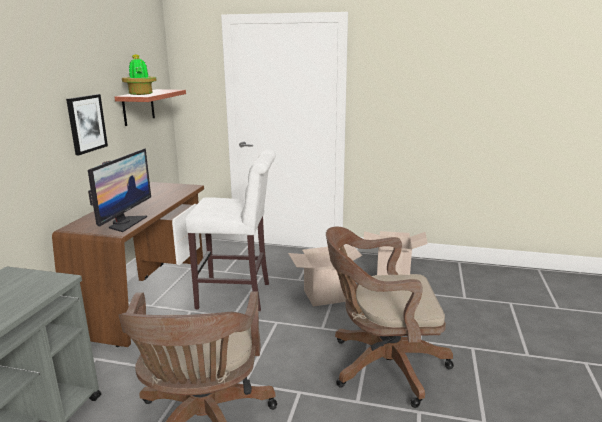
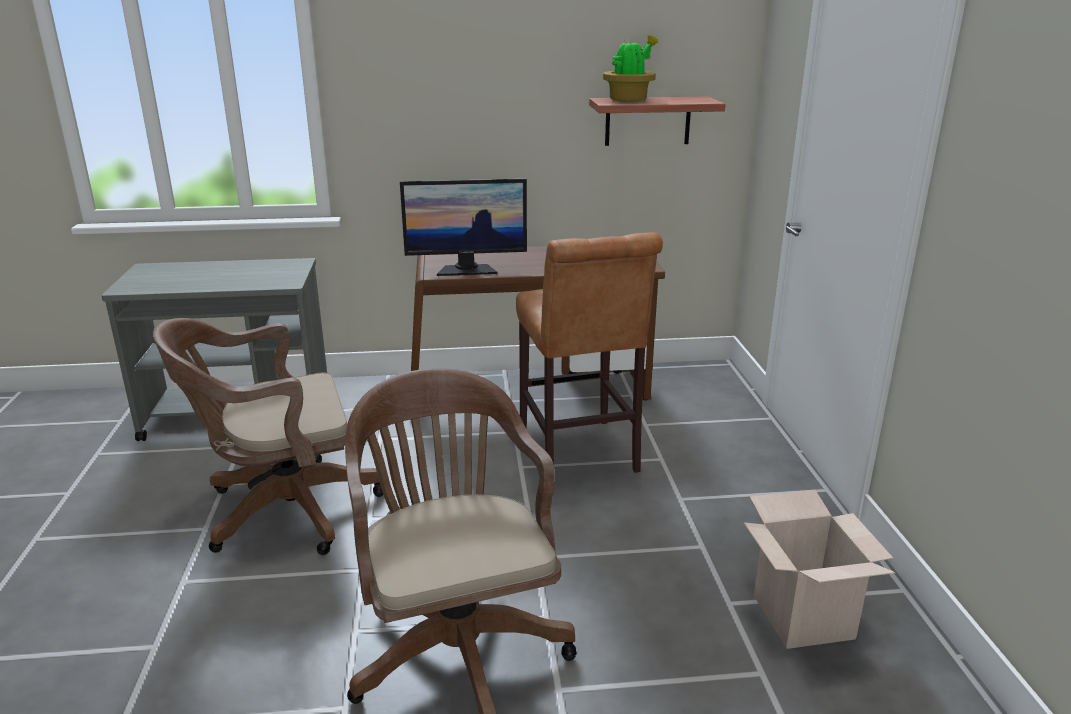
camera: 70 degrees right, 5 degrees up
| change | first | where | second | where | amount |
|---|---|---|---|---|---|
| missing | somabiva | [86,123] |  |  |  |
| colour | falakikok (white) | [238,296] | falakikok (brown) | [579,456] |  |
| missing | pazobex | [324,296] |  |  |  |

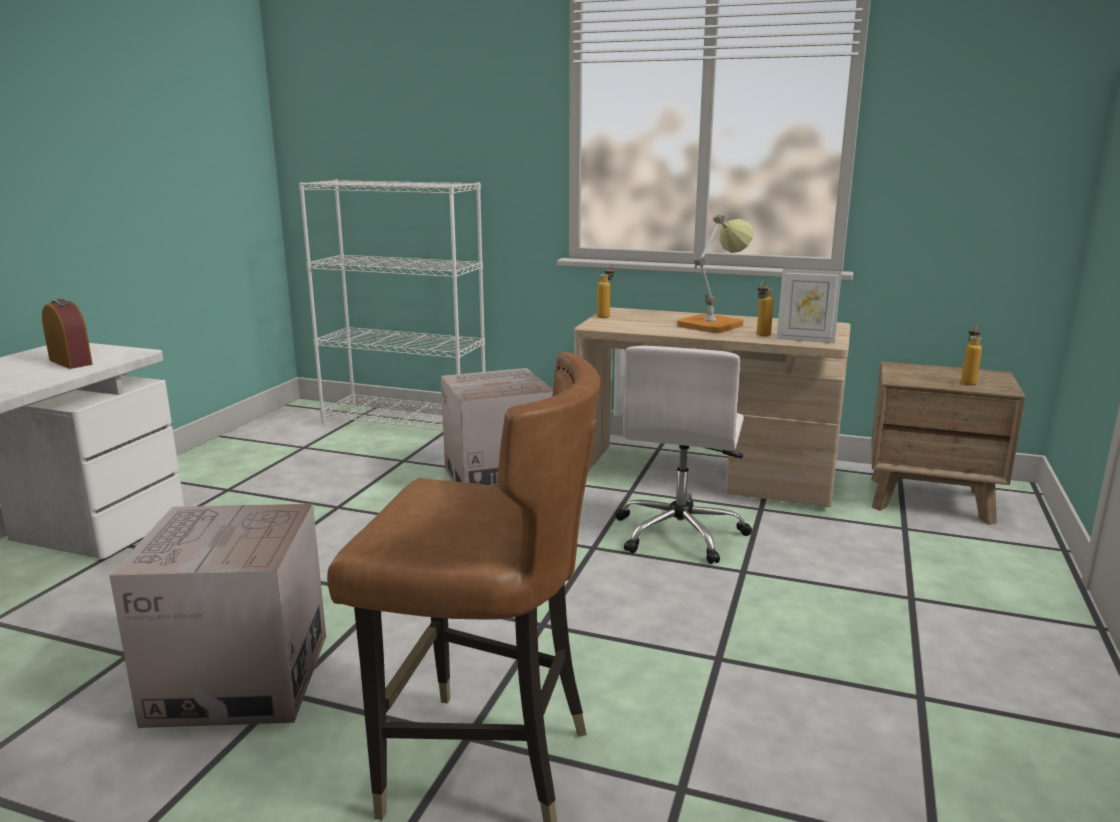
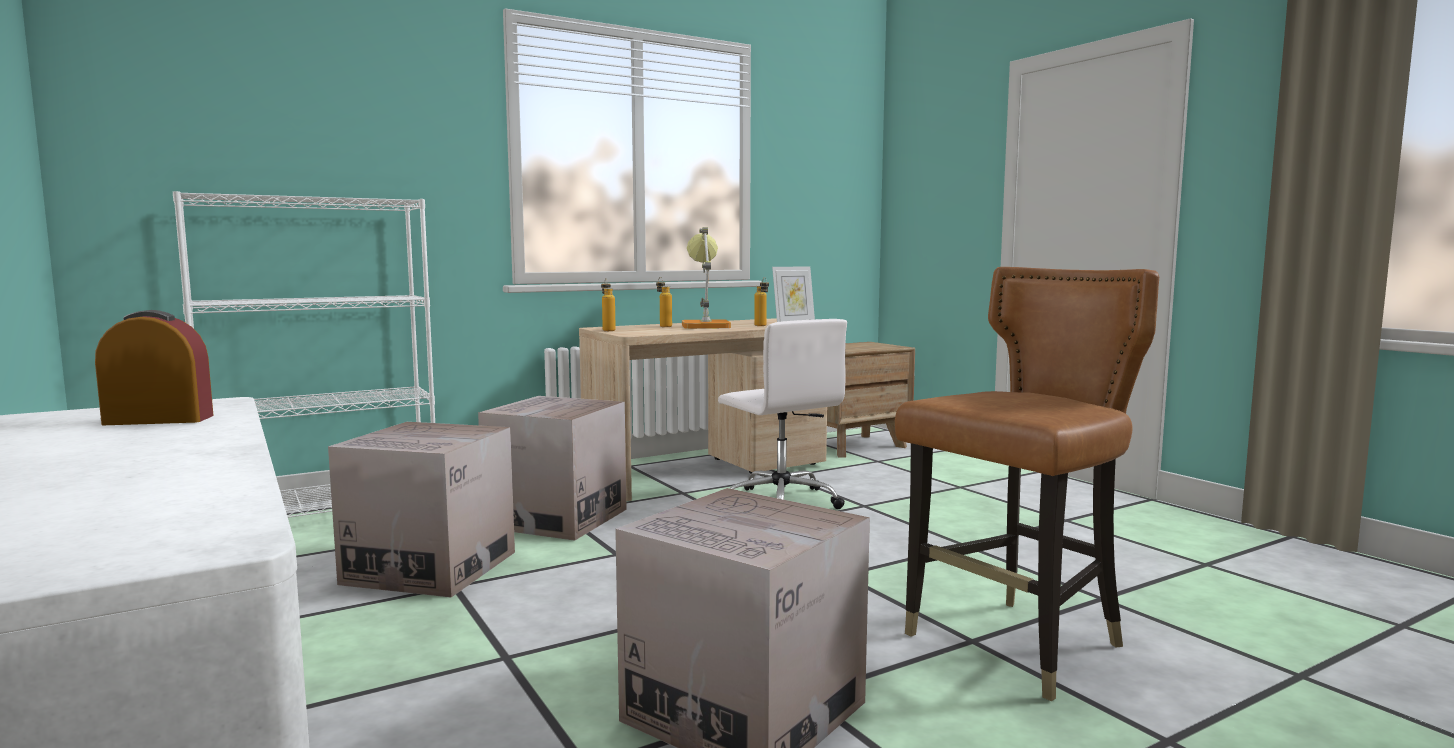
camera: 50 degrees left, 10 degrees down
| change | first | where | second | where | amount |
|---|---|---|---|---|---|
| relocated | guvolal | [967,382] |  | [663,326] |  |
| appeared |  |  | pazobex | [430,568] |  |

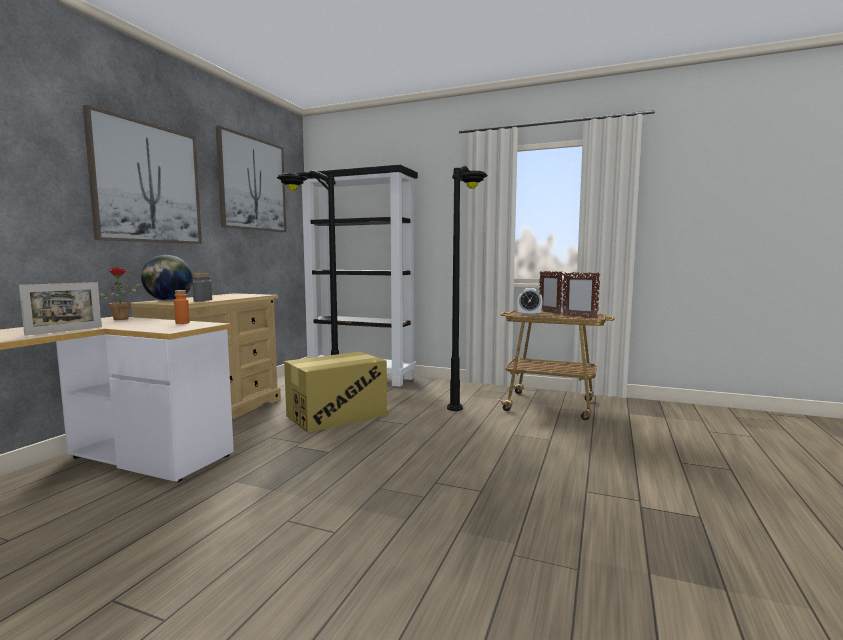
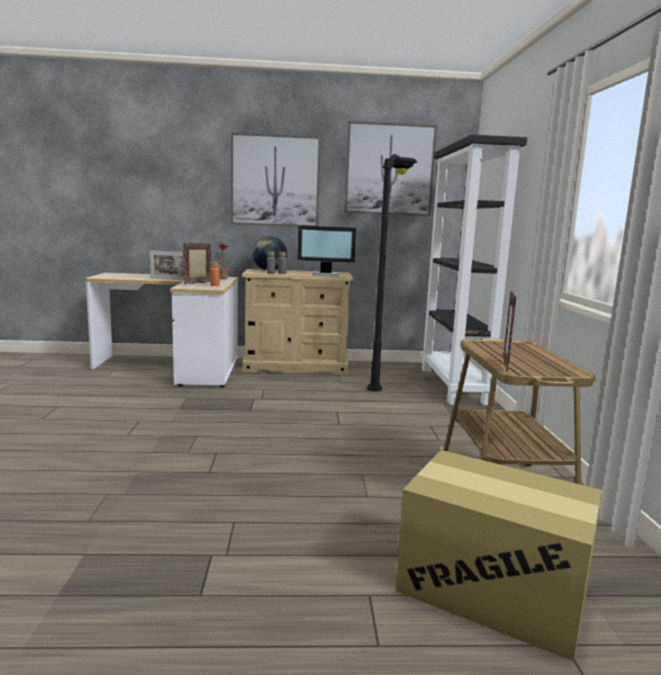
camera: 65 degrees right, 5 degrees up
| change | first | where | second | where | amount |
|---|---|---|---|---|---|
| missing | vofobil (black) | [465,395] |  |  |  |
| relocated | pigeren | [549,312] |  | [198,283] |  |
| missing | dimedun | [529,315] |  |  |  |
| relocated | pazobex | [336,415] |  | [491,589] |  |
| appeared |  |  | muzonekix | [326,274] |  |

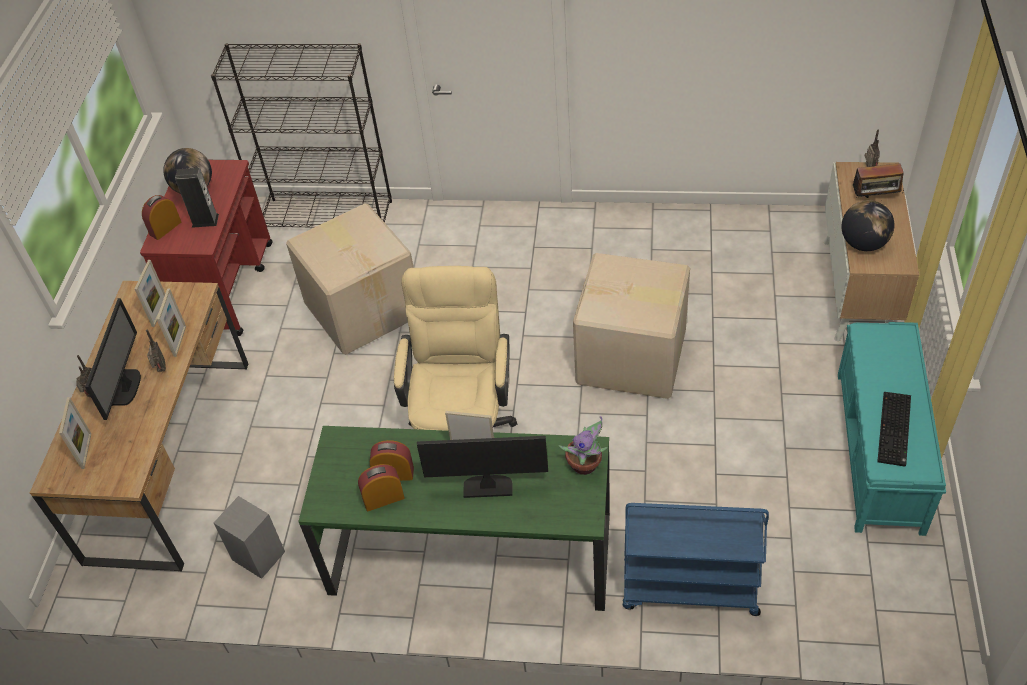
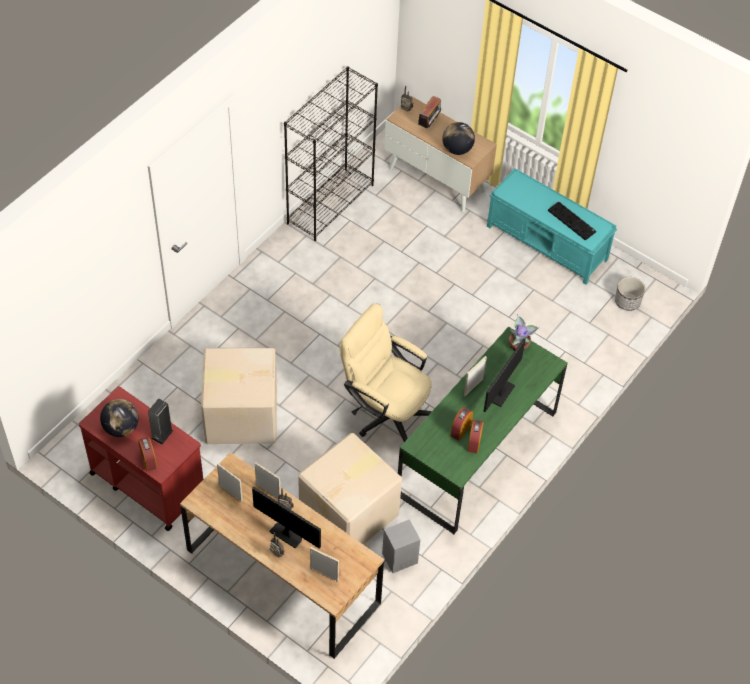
camera: 65 degrees left, 5 degrees up
| change | first | where | second | where | amount |
|---|---|---|---|---|---|
| relocated | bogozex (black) | [328,216] |  | [330,203] |  |
| relocated | pazobex | [632,358] |  | [350,512] |  |
| missing | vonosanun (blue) | [689,588] |  |  |  |
| appeared |  |  | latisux | [627,301] |  |

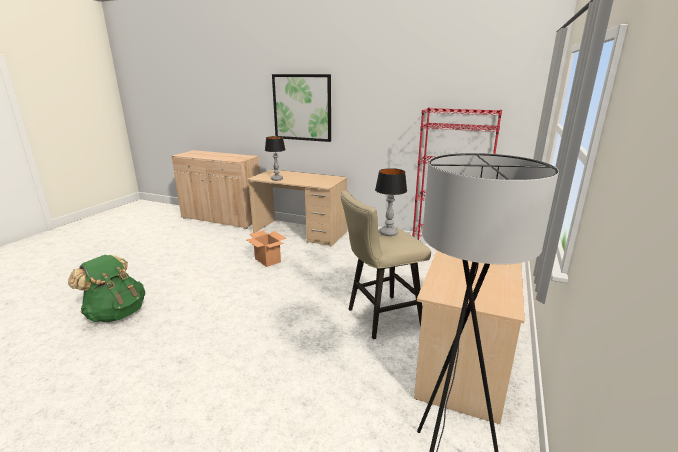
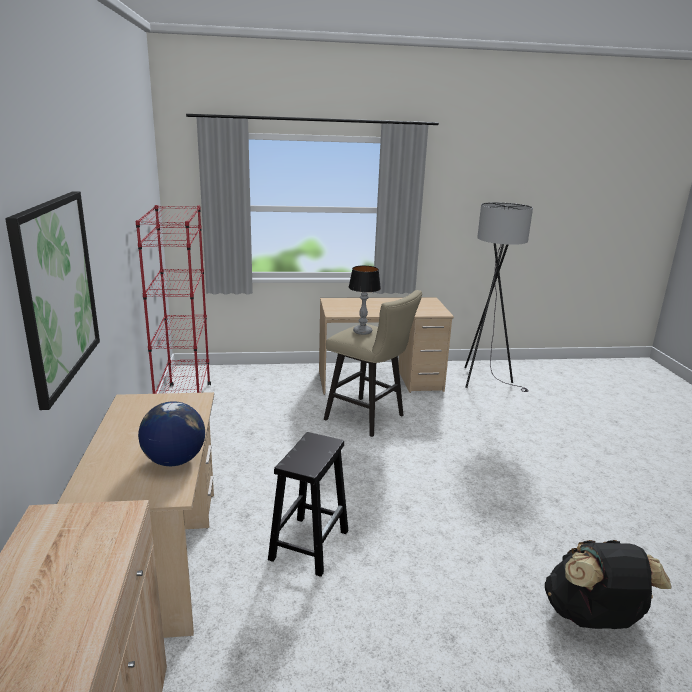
camera: 120 degrees left, 0 degrees up
| change | first | where | second | where | amount |
|---|---|---|---|---|---|
| exchanged | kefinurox | [276,179] | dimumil | [174,461] |  |
| exchanged | pazobex | [268,260] | falakikok (black) | [309,544] |  |
| colour | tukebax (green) | [116,313] | tukebax (black) | [593,618] |  |

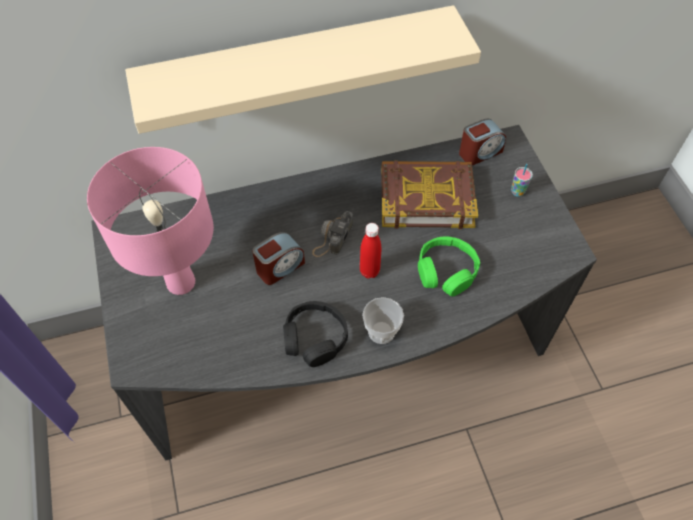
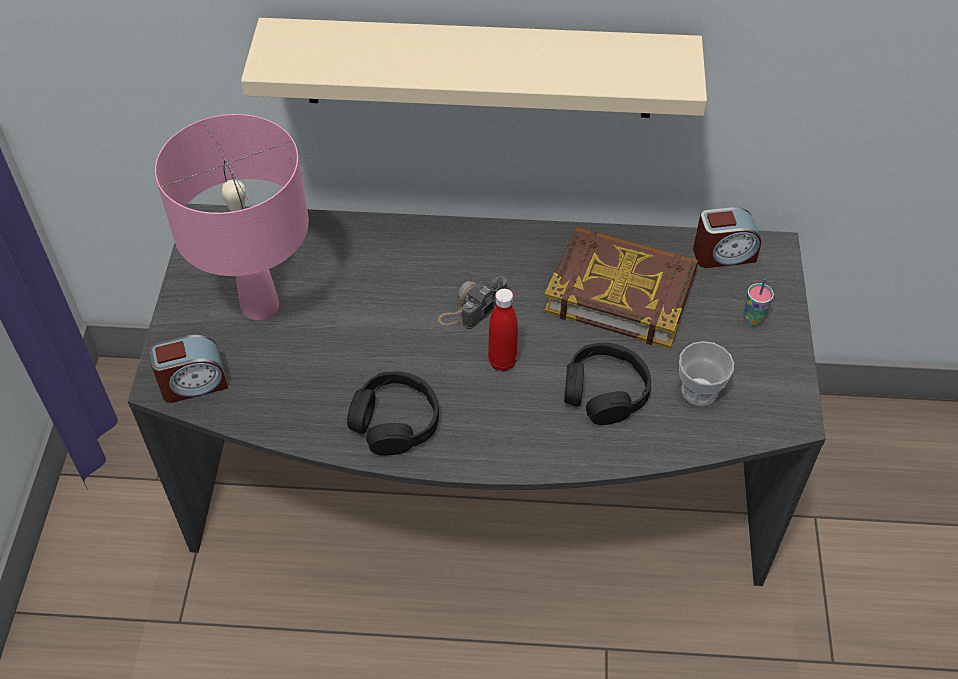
camera: 20 degrees right, 5 degrees down
| change | first | where | second | where | amount |
|---|---|---|---|---|---|
| relocated | dimedun | [280,267] |  | [193,383] |  |
| colour | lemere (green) | [446,271] | lemere (black) | [604,392] |  |
| relocated | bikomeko | [381,331] |  | [699,391] |  |

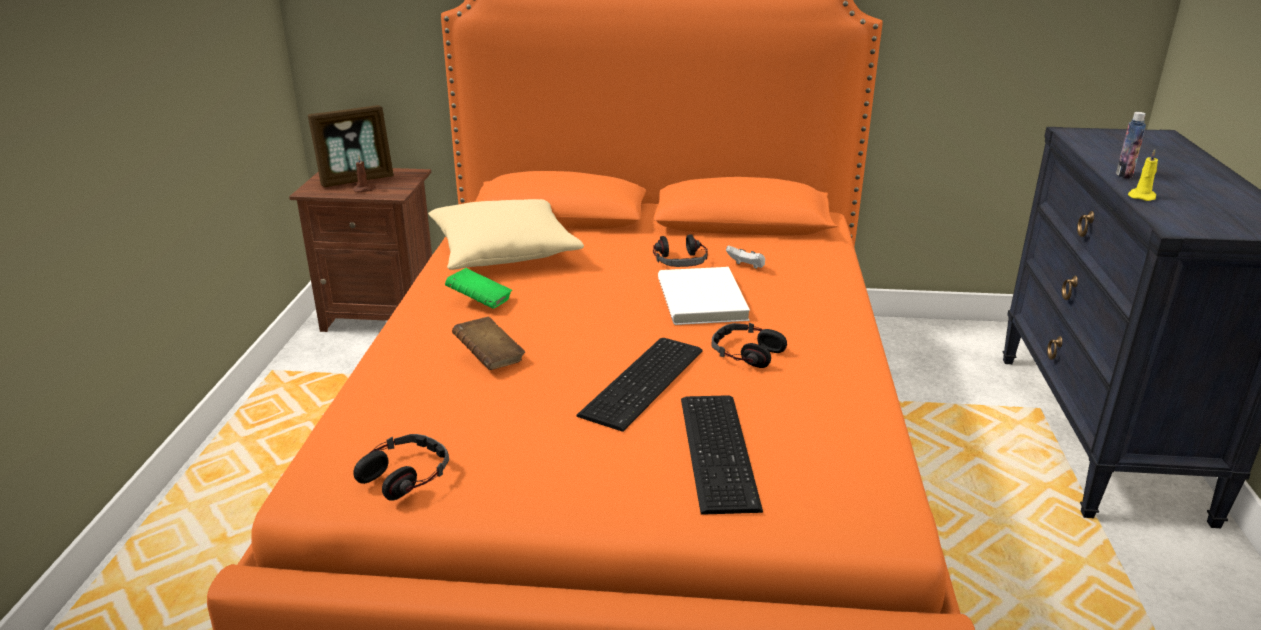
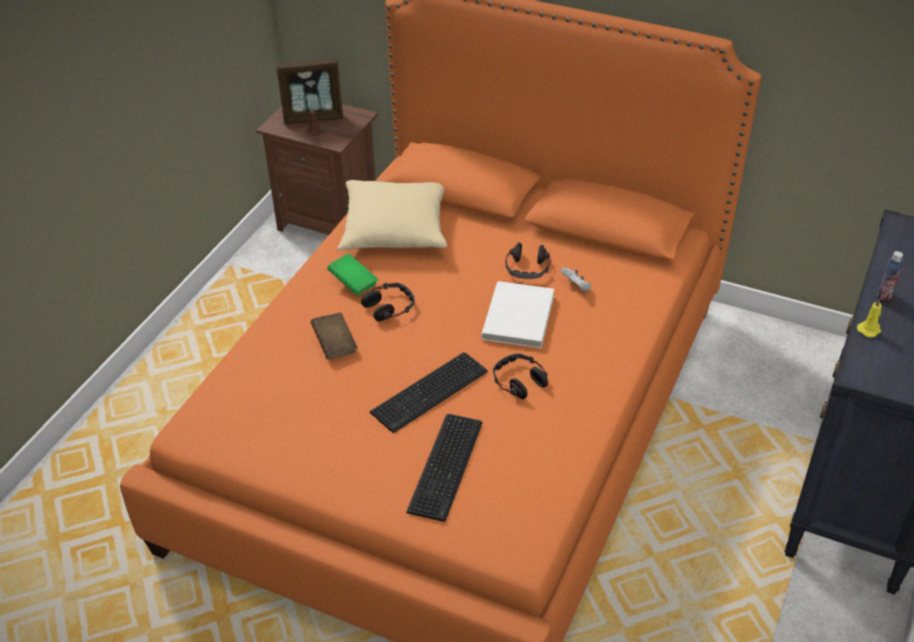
camera: 20 degrees right, 15 degrees up
| change | first | where | second | where | amount |
|---|---|---|---|---|---|
| relocated | lemere | [404,474] |  | [389,306] |  |

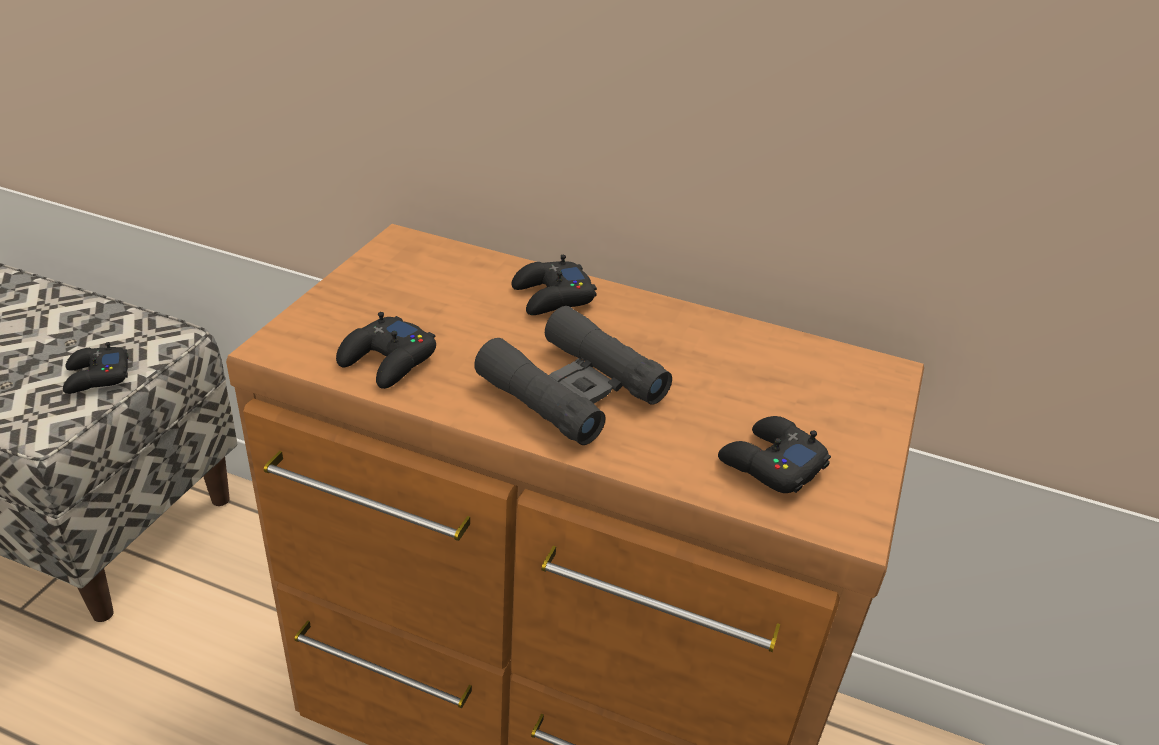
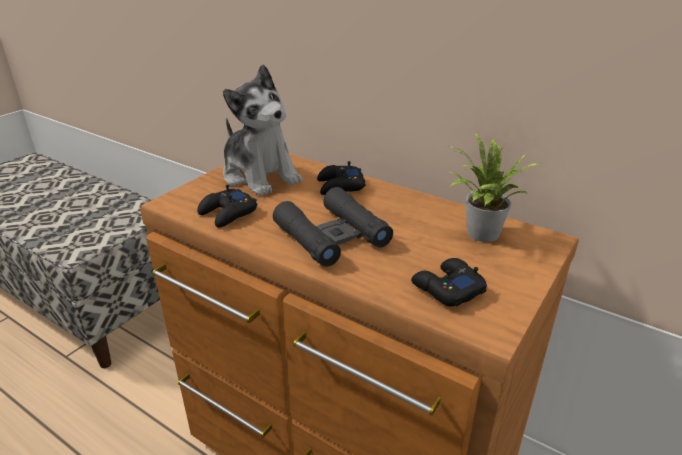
camera: 15 degrees right, 5 degrees down
| change | first | where | second | where | amount |
|---|---|---|---|---|---|
| missing | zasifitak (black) | [96,377] |  |  |  |
| appeared |  |  | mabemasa | [260,176] |  |
| appeared |  |  | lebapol | [479,234] |  |

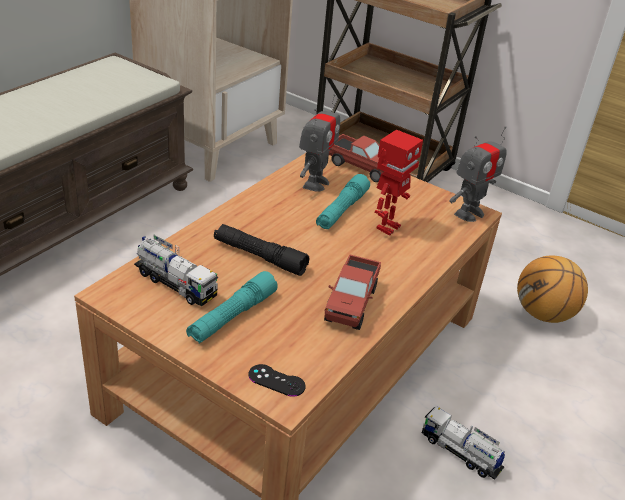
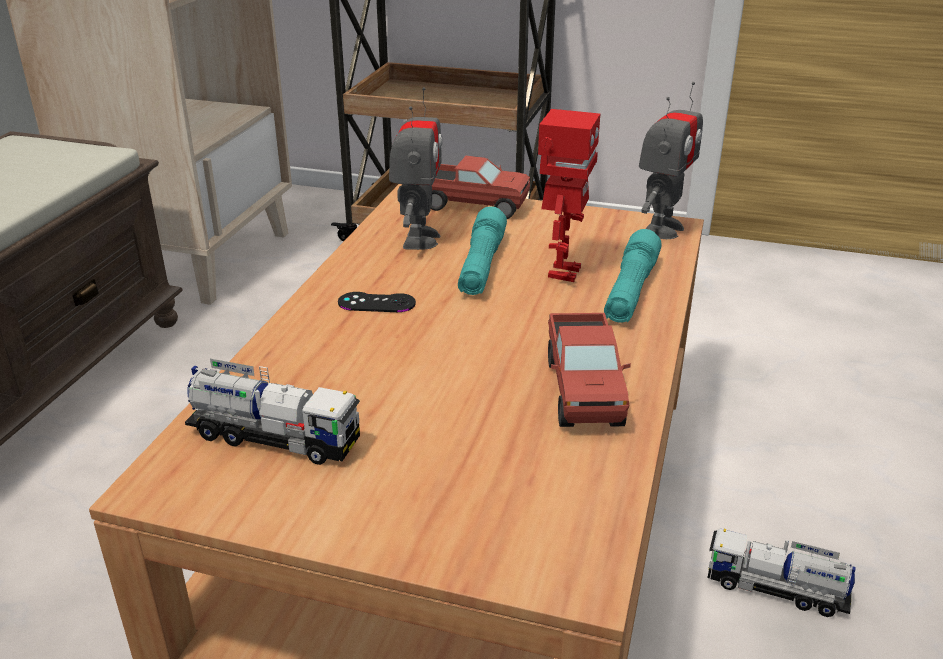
camera: 15 degrees left, 5 degrees down
| change | first | where | second | where | amount |
|---|---|---|---|---|---|
| missing | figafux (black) | [259,256] |  |  |  |
| missing | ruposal | [543,314] |  |  |  |
| relocated | figafux (turquoise) | [232,316] |  | [630,291] |  |
| relocated | zasifitak (black) | [276,380] |  | [376,303] |  |

